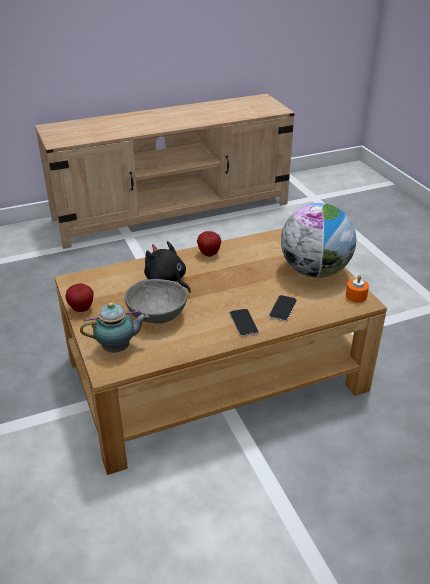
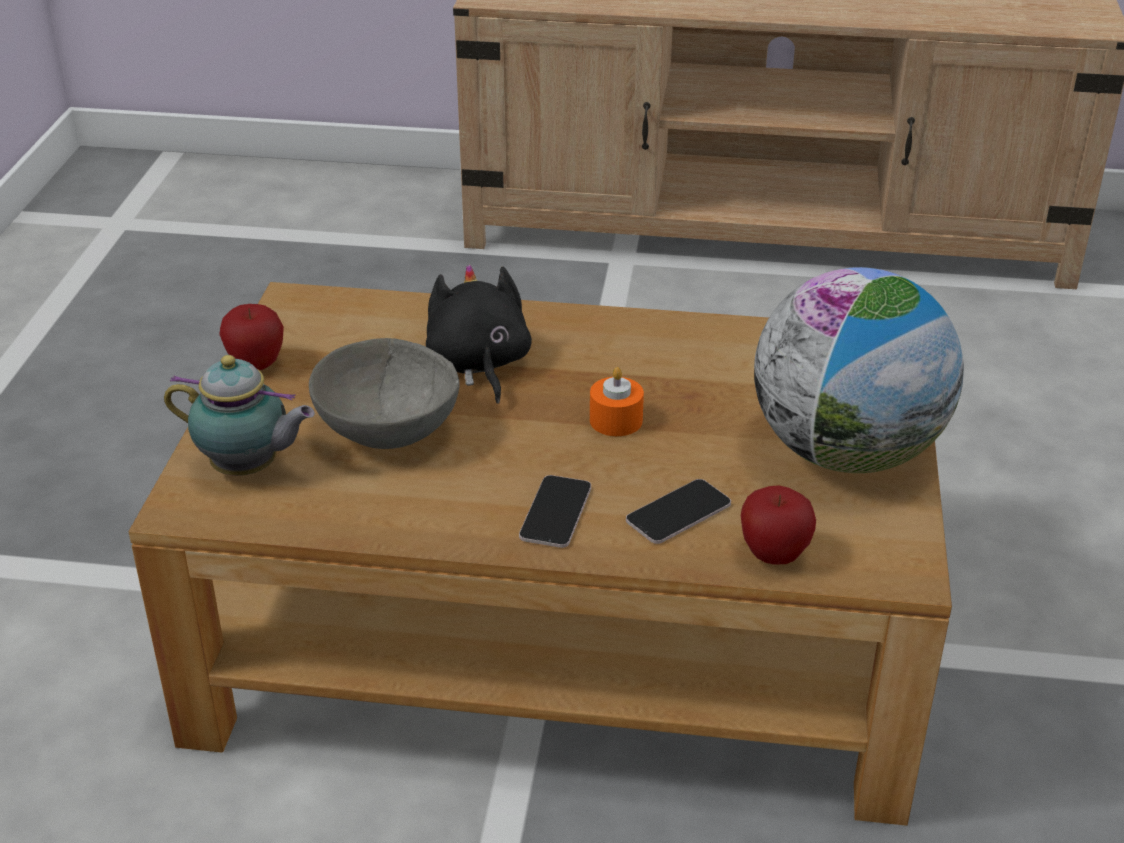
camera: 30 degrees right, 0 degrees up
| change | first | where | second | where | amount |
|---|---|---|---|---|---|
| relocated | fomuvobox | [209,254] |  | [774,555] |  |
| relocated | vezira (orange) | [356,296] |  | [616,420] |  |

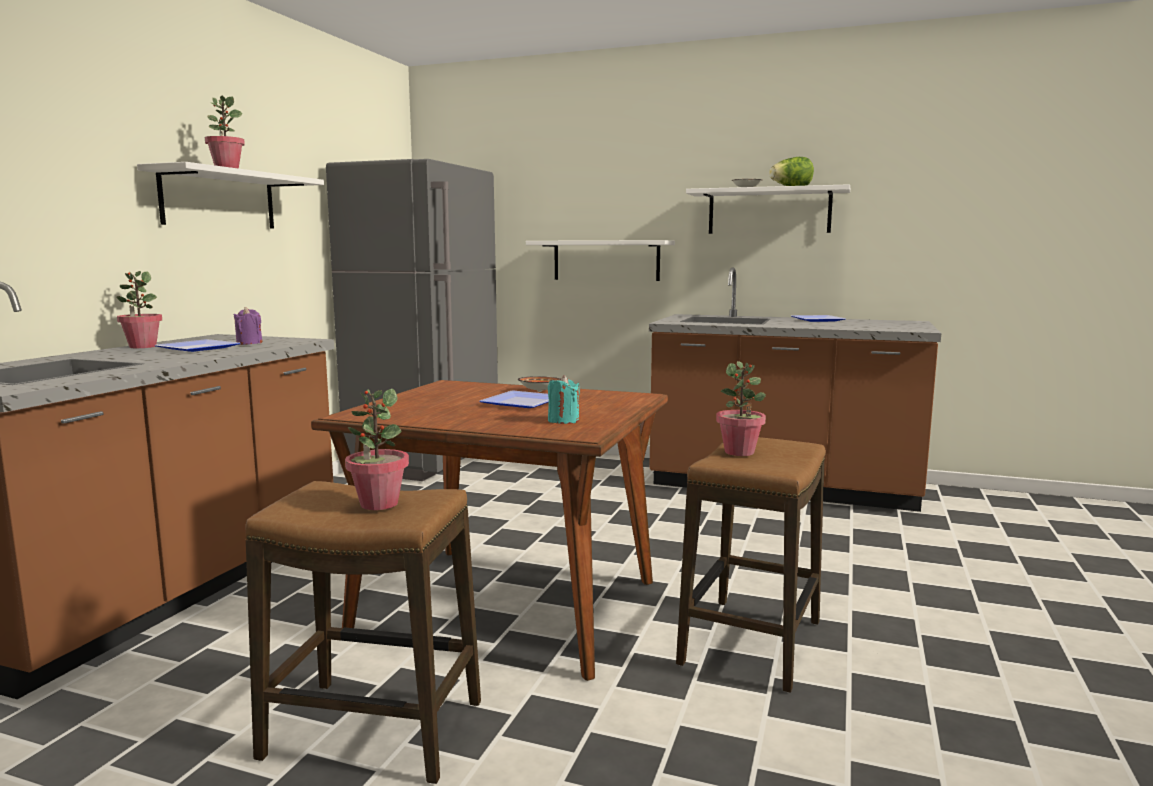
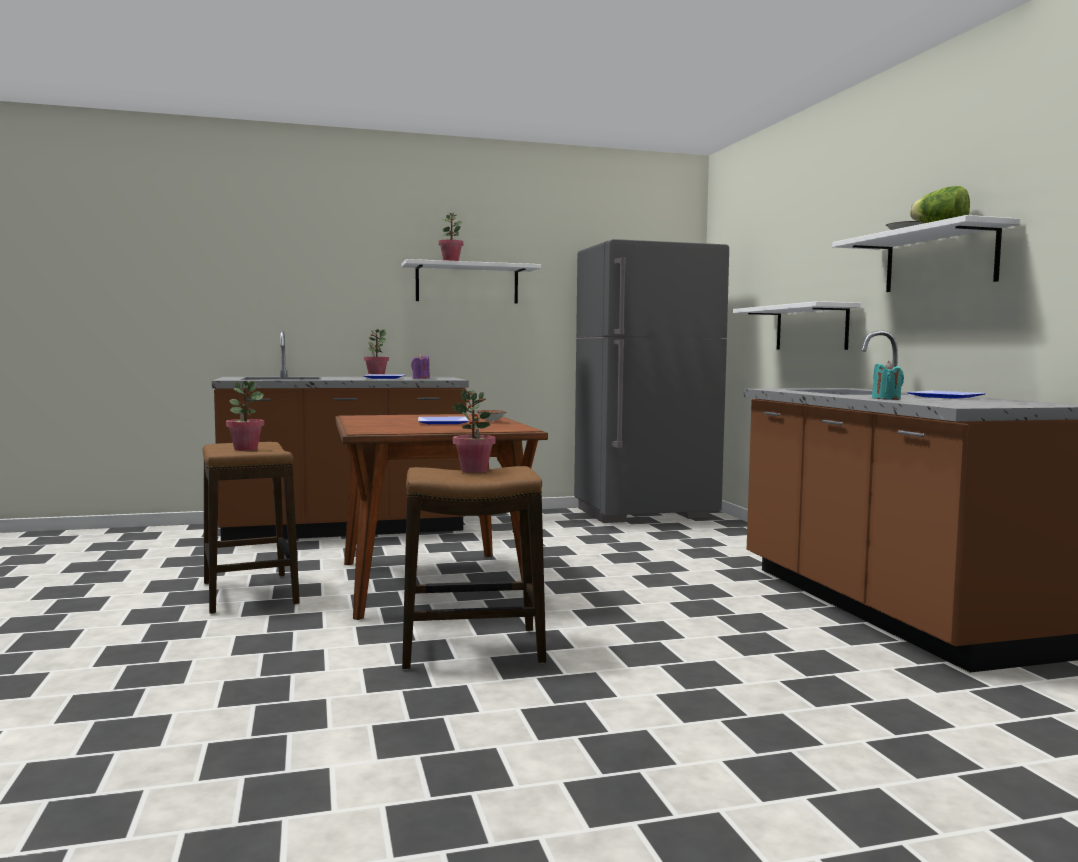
camera: 55 degrees right, 5 degrees down
| change | first | where | second | where | amount |
|---|---|---|---|---|---|
| relocated | vezira (turquoise) | [563,420] |  | [886,399] |  |

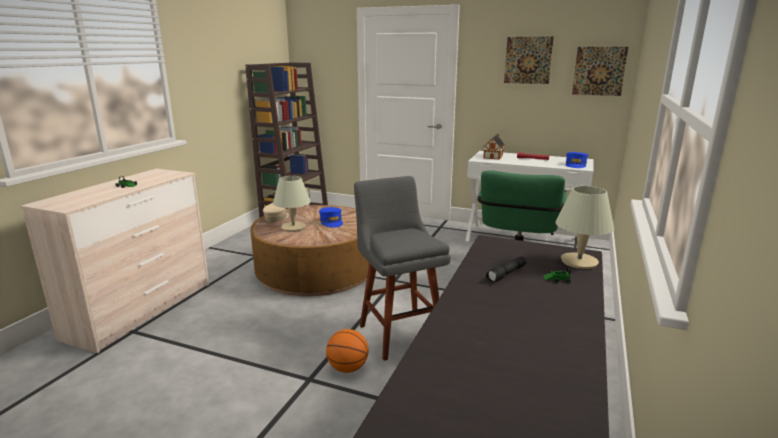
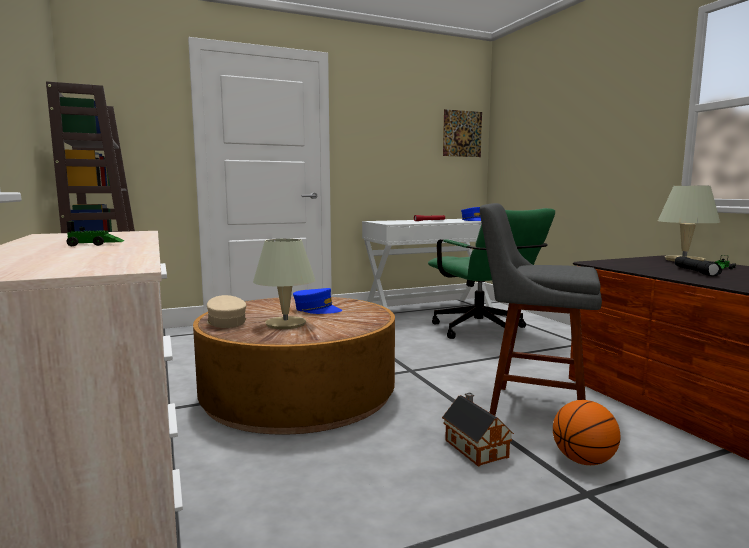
camera: 45 degrees left, 10 degrees down
| change | first | where | second | where | amount |
|---|---|---|---|---|---|
| missing | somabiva | [528,60] |  |  |  |
| relocated | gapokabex | [493,156] |  | [475,447] |  |

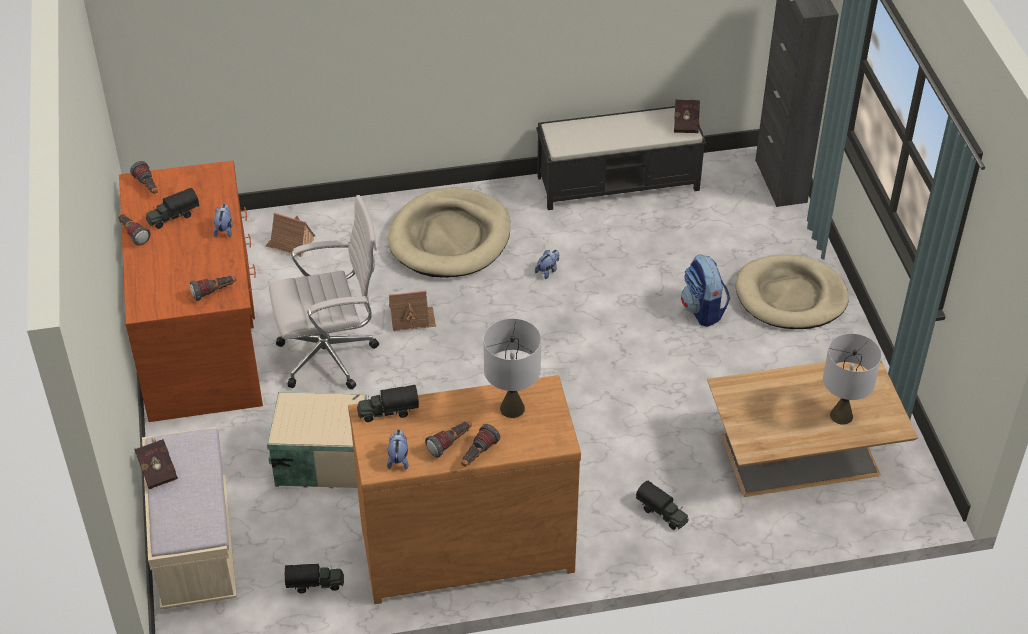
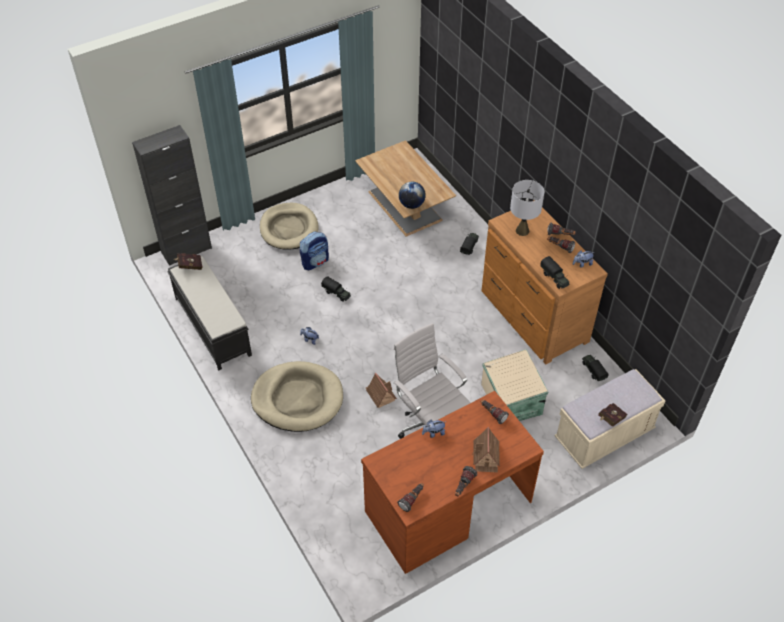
camera: 110 degrees left, 5 degrees up
| change | first | where | second | where | amount |
|---|---|---|---|---|---|
| relocated | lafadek | [173,217] |  | [336,293] |  |
| relocated | gapokabex | [290,243] |  | [486,456] |  |
| missing | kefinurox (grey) | [841,415] |  |  |  |
| appeared |  |  | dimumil | [411,204] |  |

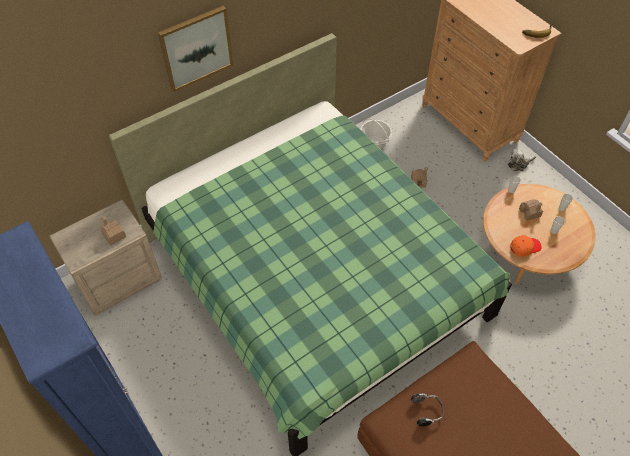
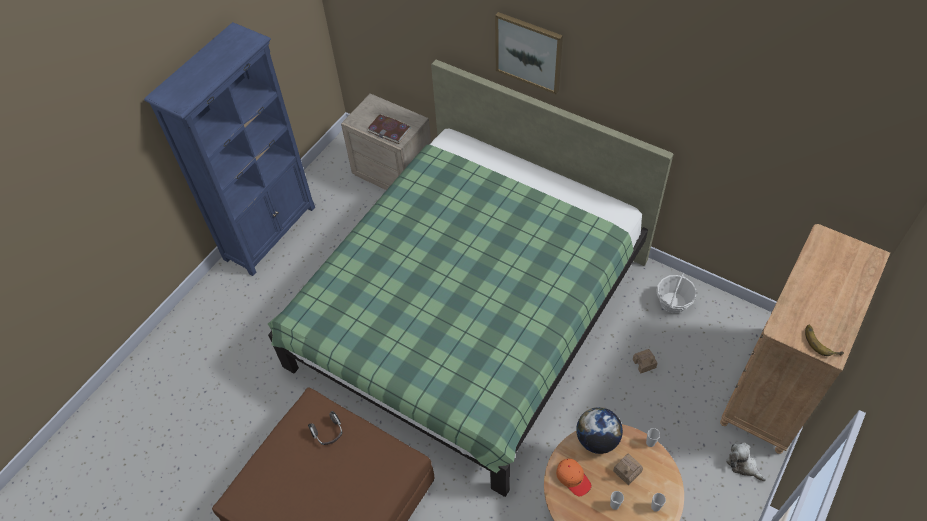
camera: 70 degrees right, 0 degrees up
| change | first | where | second | where | amount |
|---|---|---|---|---|---|
| exchanged | gapokabex | [114,235] | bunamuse | [389,130] |  |
| appeared |  |  | dimumil | [597,439] |  |

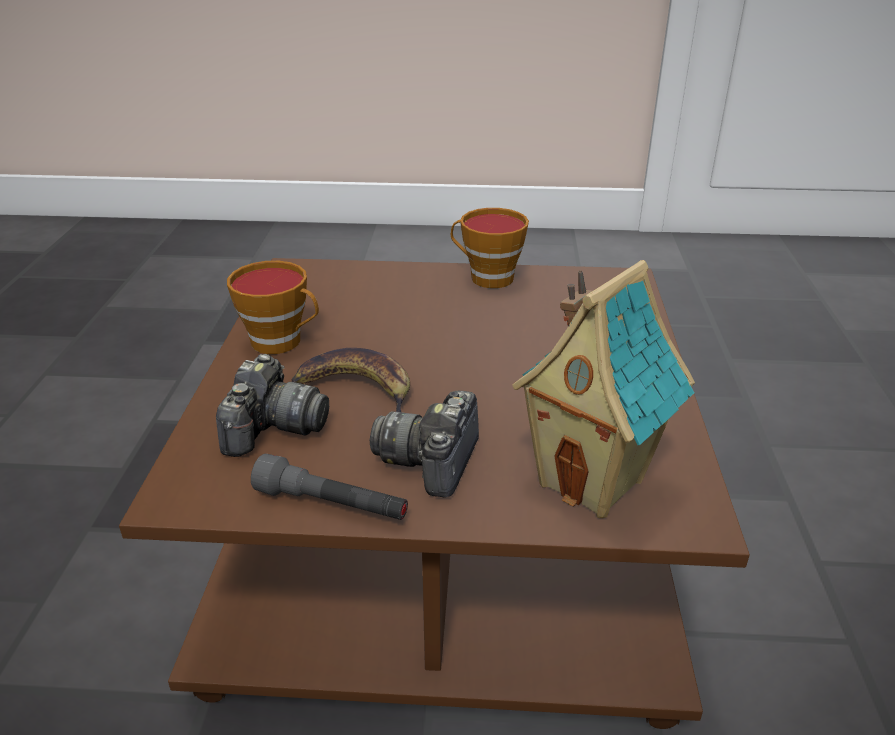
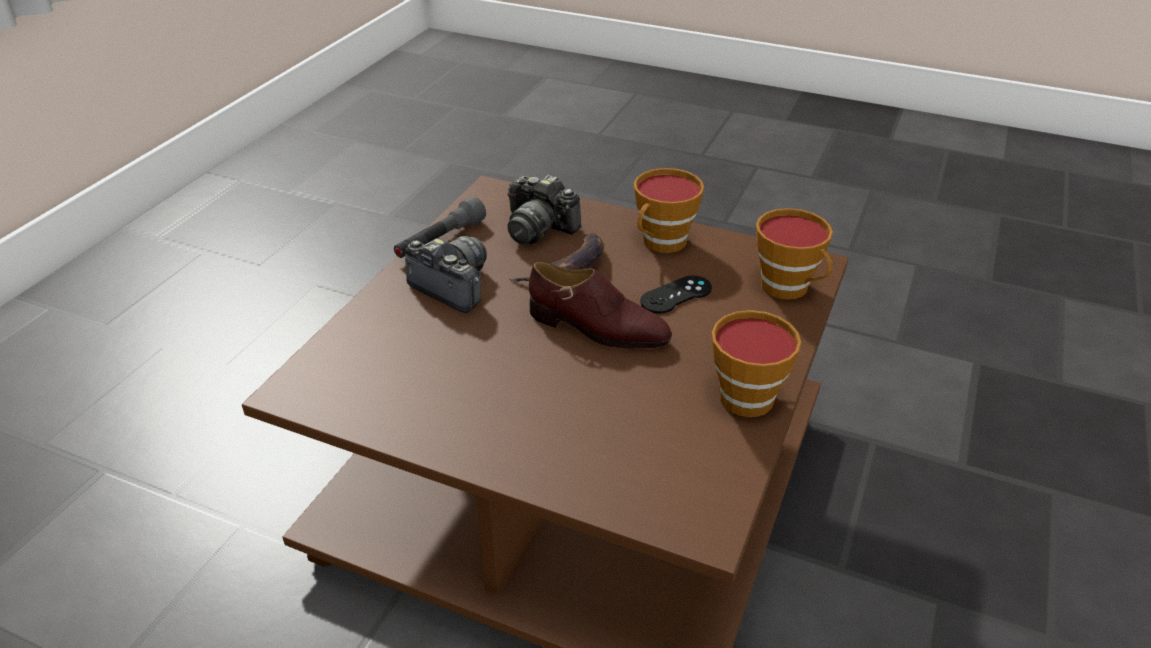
camera: 110 degrees right, 5 degrees up
| change | first | where | second | where | amount |
|---|---|---|---|---|---|
| missing | gapokabex | [593,481] |  |  |  |
| appeared |  |  | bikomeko | [789,288] |  |
| appeared |  |  | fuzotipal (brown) | [598,328] |  |
| appeared |  |  | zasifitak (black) | [676,295] |  |

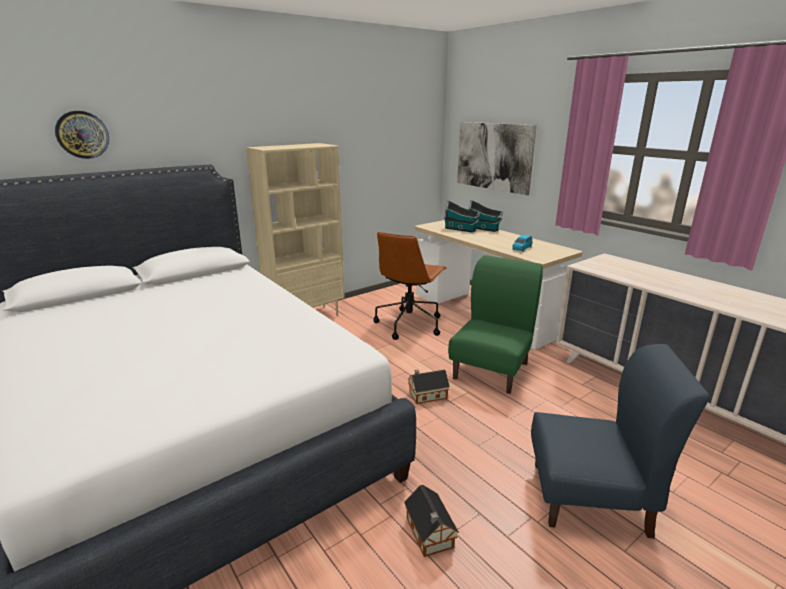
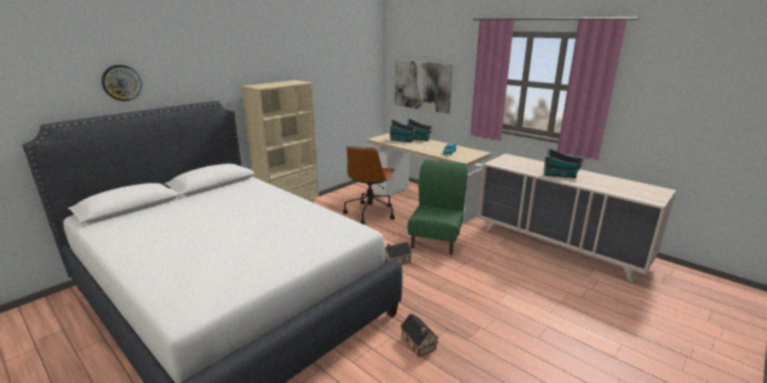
camera: 10 degrees left, 0 degrees up
| change | first | where | second | where | amount |
|---|---|---|---|---|---|
| missing | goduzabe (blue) | [590,498] |  |  |  |
| appeared |  |  | gapokabex | [561,175] |  |

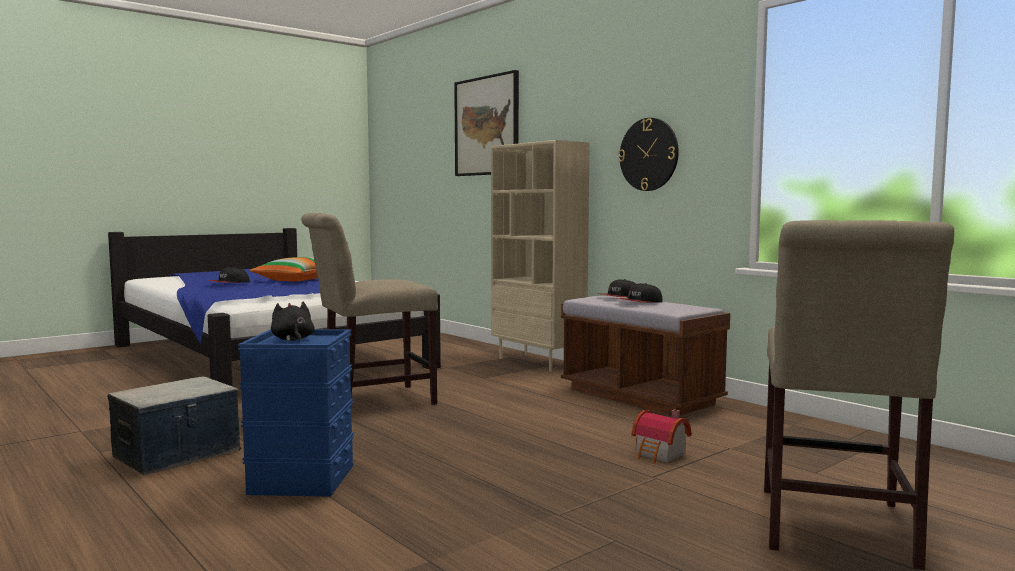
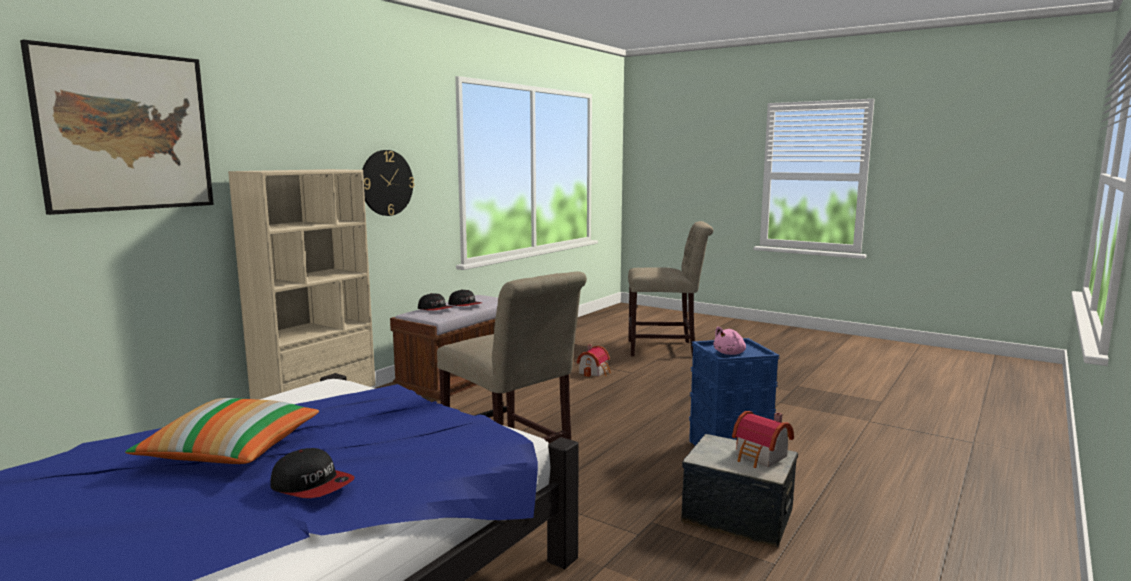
camera: 105 degrees left, 5 degrees up
| change | first | where | second | where | amount |
|---|---|---|---|---|---|
| colour | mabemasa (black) | [292,339] | mabemasa (pink) | [730,353] |  |
| appeared |  |  | gapokabex | [761,457] |  |

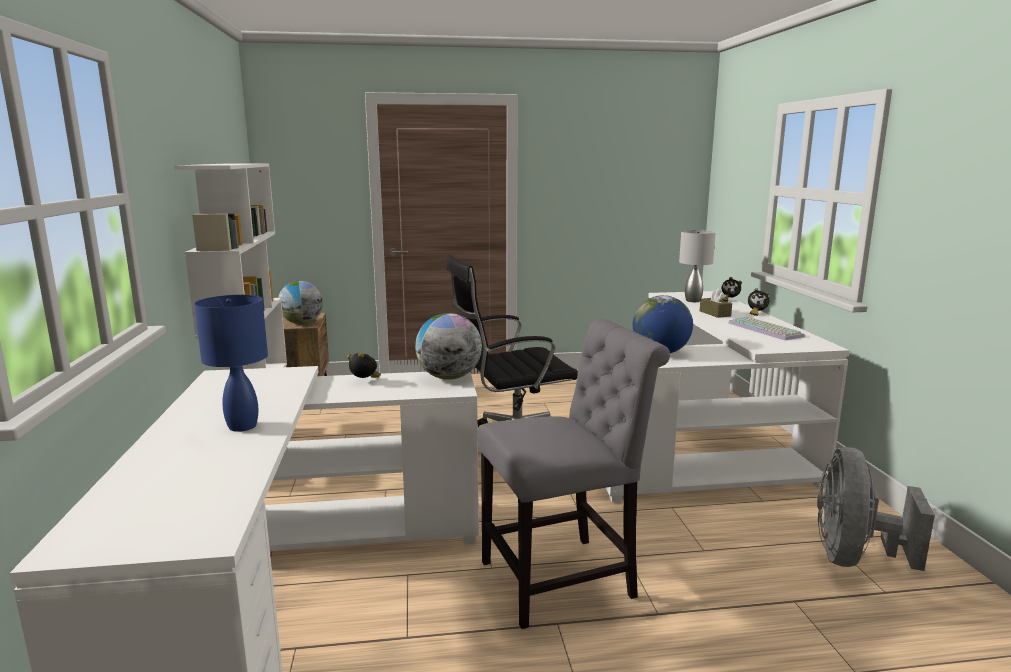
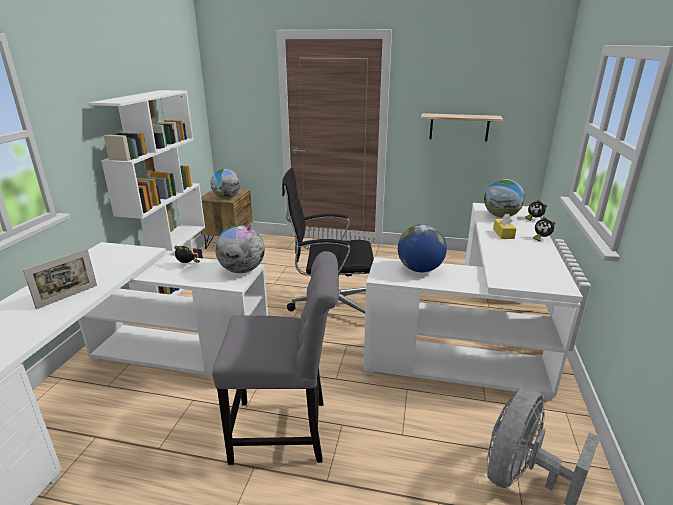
camera: 20 degrees right, 10 degrees up
| change | first | where | second | where | amount |
|---|---|---|---|---|---|
| exchanged | kefinurox (grey) | [693,300] | dimumil | [501,216] |  |
| colour | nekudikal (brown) | [715,313] | nekudikal (yellow) | [503,234] |  |
| exchanged | kefinurox (blue) | [242,426] | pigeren | [67,296] |  |
| missing | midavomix | [766,330] |  |  |  |
| appeared |  |  | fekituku | [459,127] |  |

